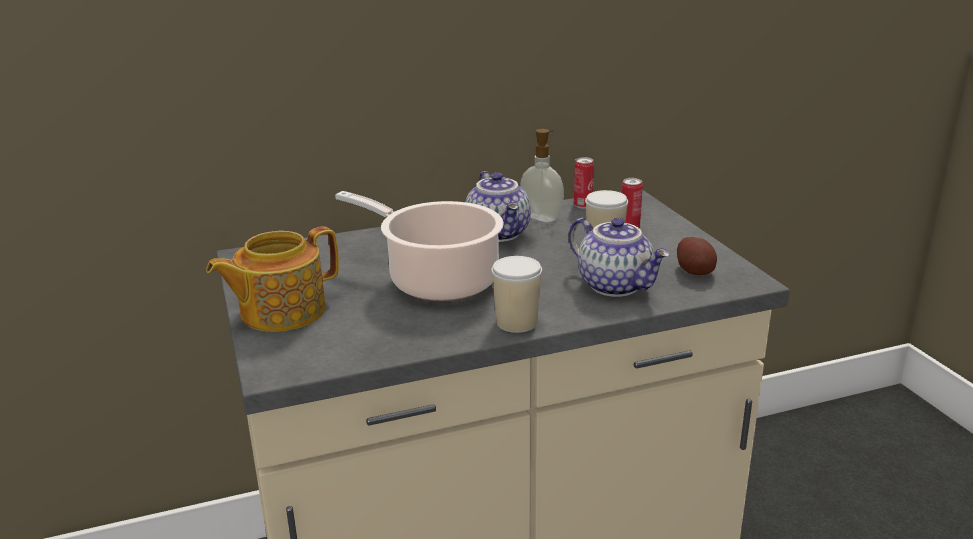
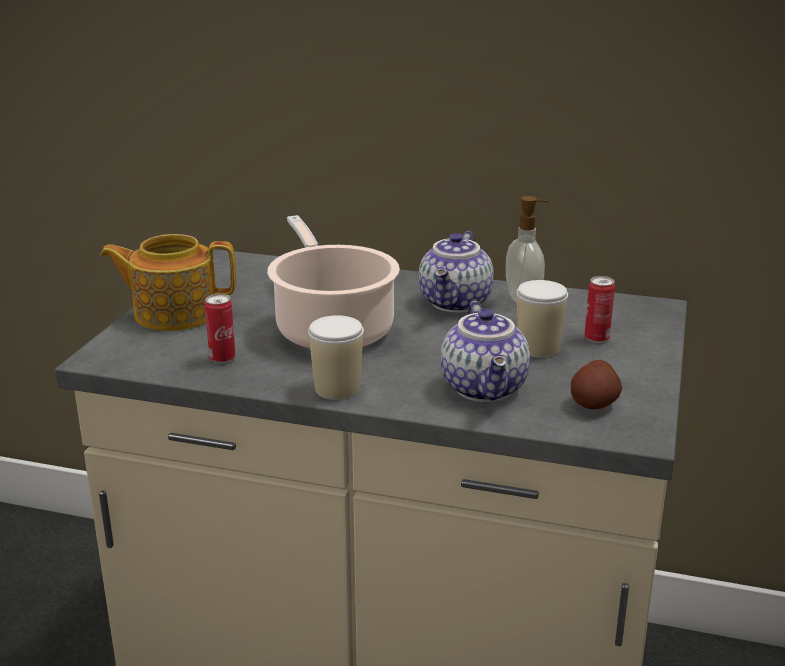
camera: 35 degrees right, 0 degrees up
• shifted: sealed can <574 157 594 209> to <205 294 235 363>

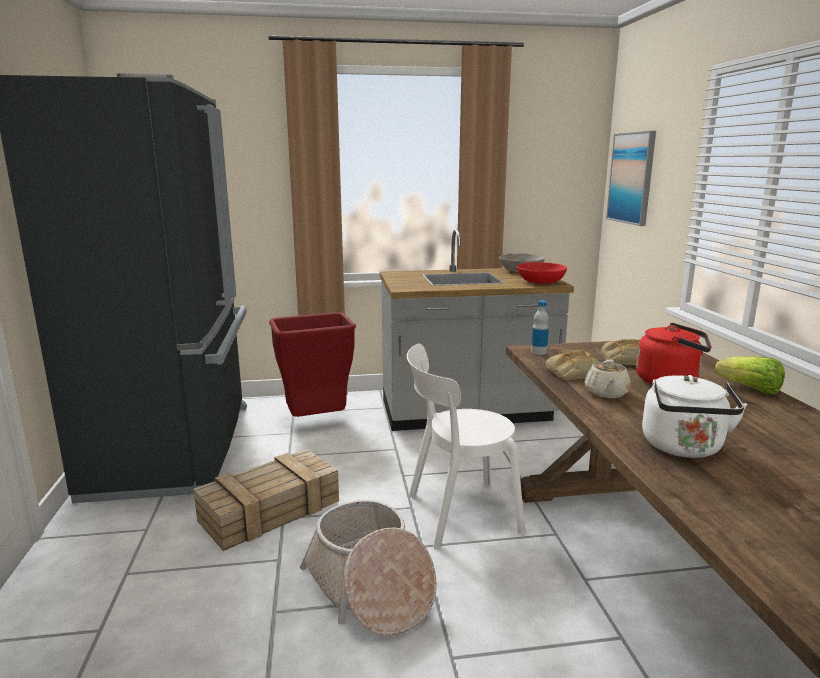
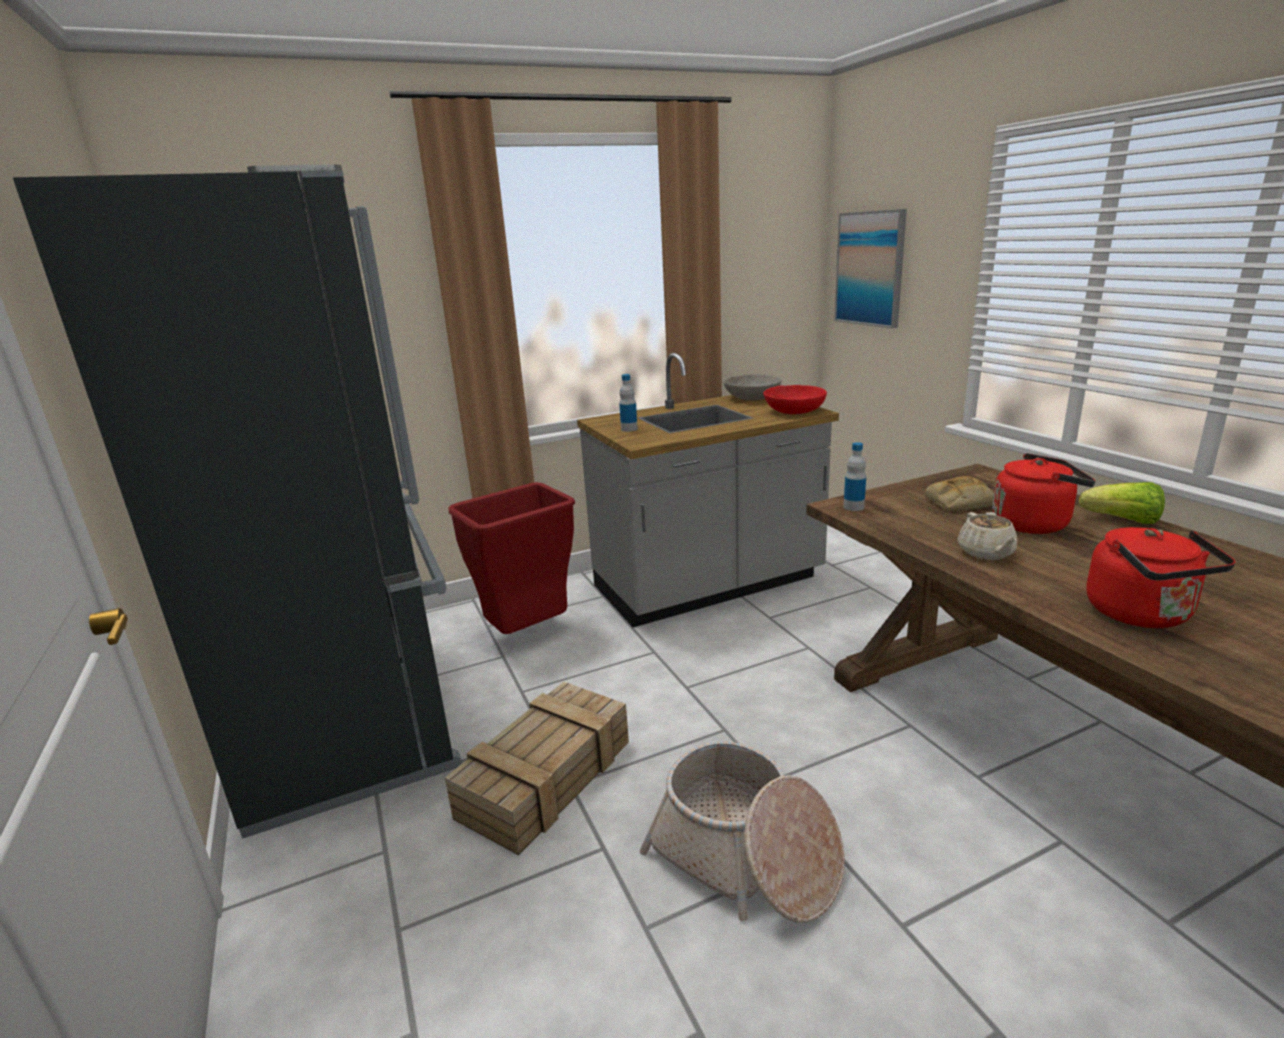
camera: 15 degrees left, 5 degrees up
• gone: whitish upright chair <407 344 525 549>
• gone: baked bread <546 350 599 380>
• repainted: whitish tea kettle <642 375 747 458> to red tea kettle <1086 527 1236 628>
• new: bottle <619 374 638 432>

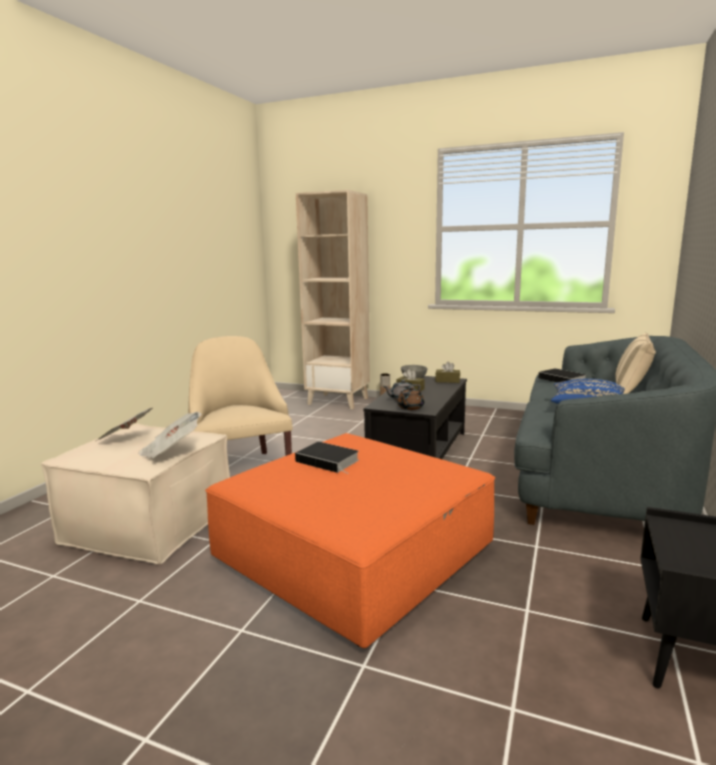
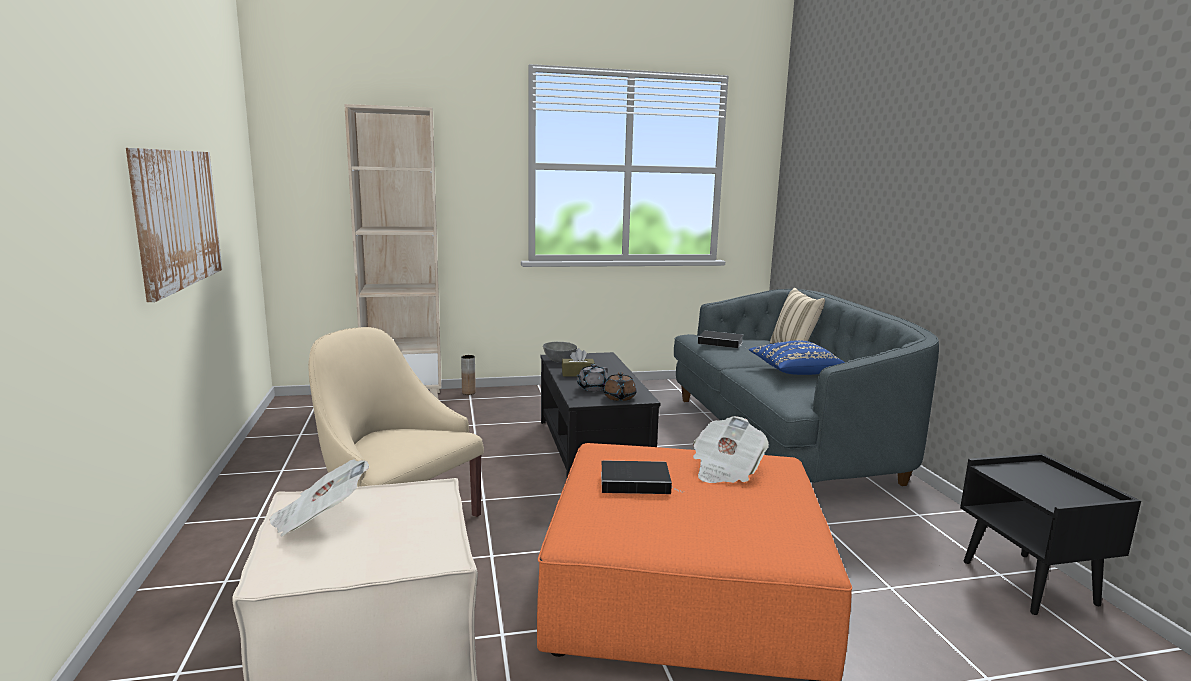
camera: 35 degrees left, 0 degrees up
• gone: brownish tissue box <435 362 460 383>
• shifted: newspaper <138 412 202 459> to <693 416 769 483>
• new: wall art <126 148 222 302>

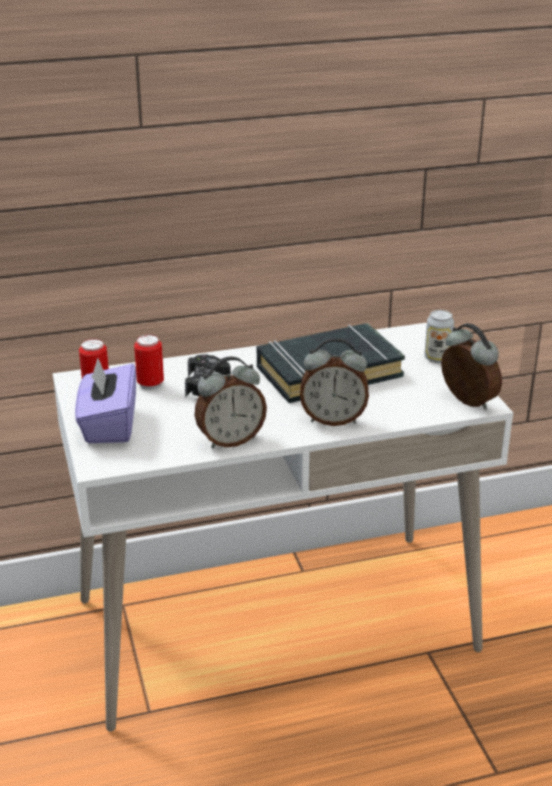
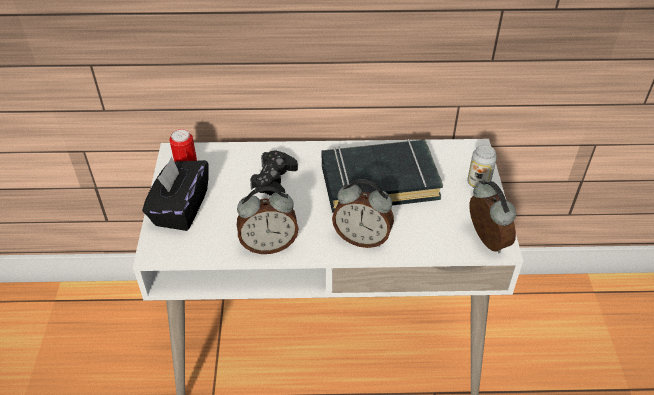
camera: 15 degrees right, 15 degrees up
• gone: sealed can <134 334 164 390>
• repainted: purple-coloured tissue box <75 357 136 443> to black-coloured tissue box <142 157 209 231>

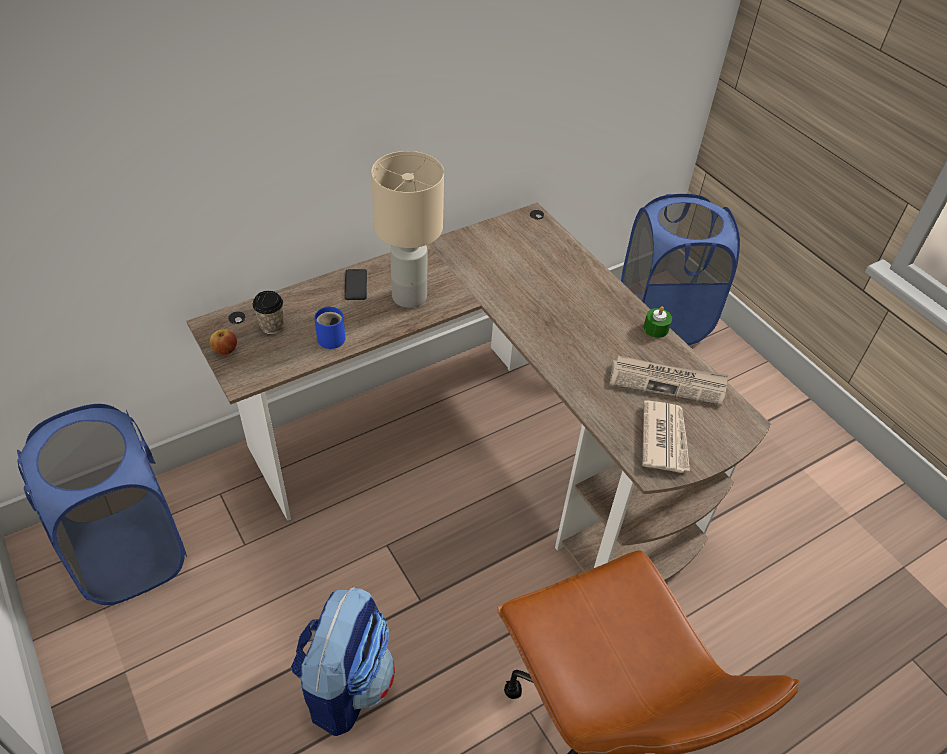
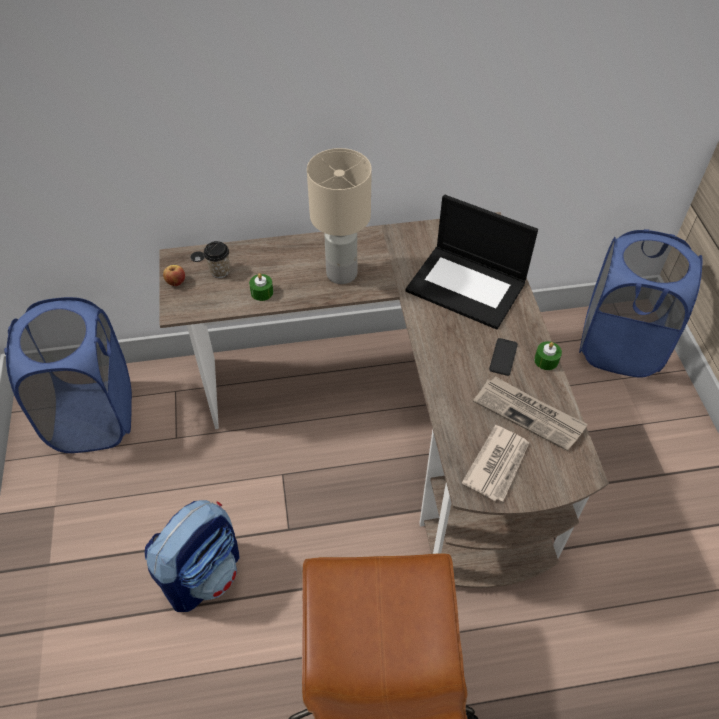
camera: 25 degrees right, 5 degrees up
• shifted: handset <344 269 367 300> to <489 338 518 376>
• swapped: blue coffee mug <314 307 345 349> to green-coloured wax light <249 273 273 301>
• new: notebook computer <406 195 538 330>

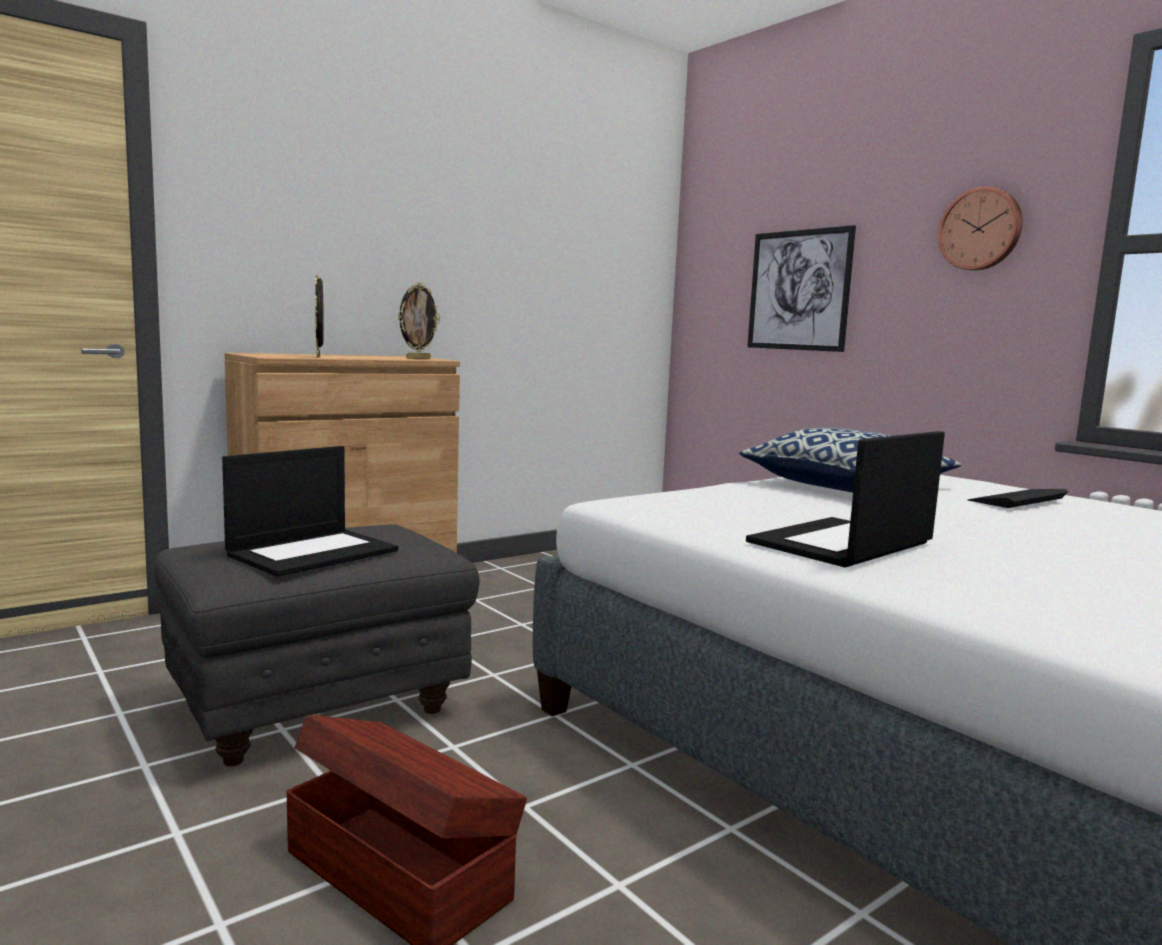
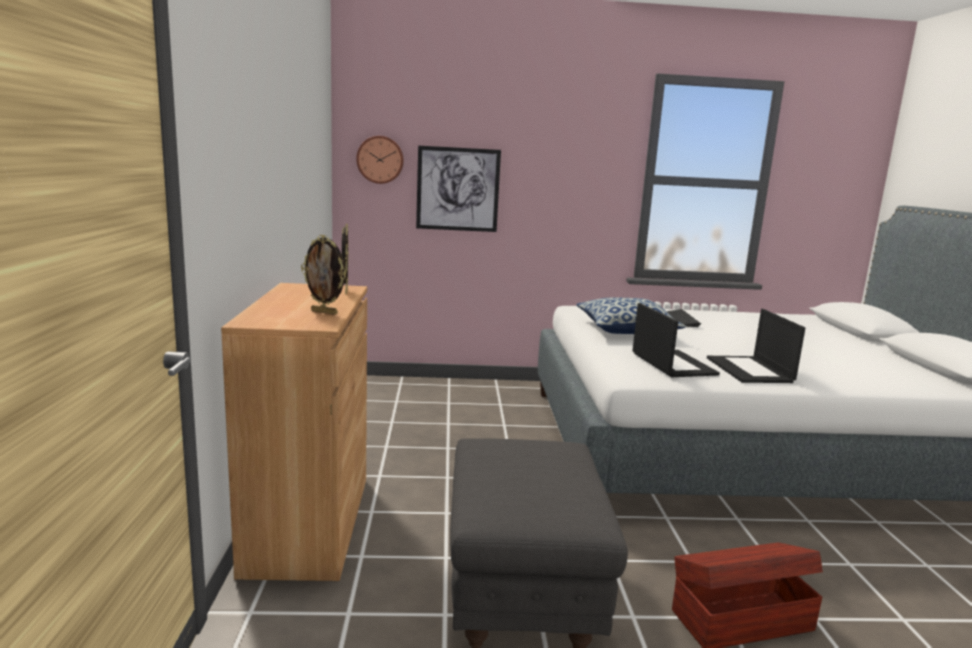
camera: 55 degrees left, 5 degrees up
• shifted: wall clock <938 187 1023 271> to <356 136 404 184>
• shifted: notebook computer <222 446 398 577> to <632 303 720 377>

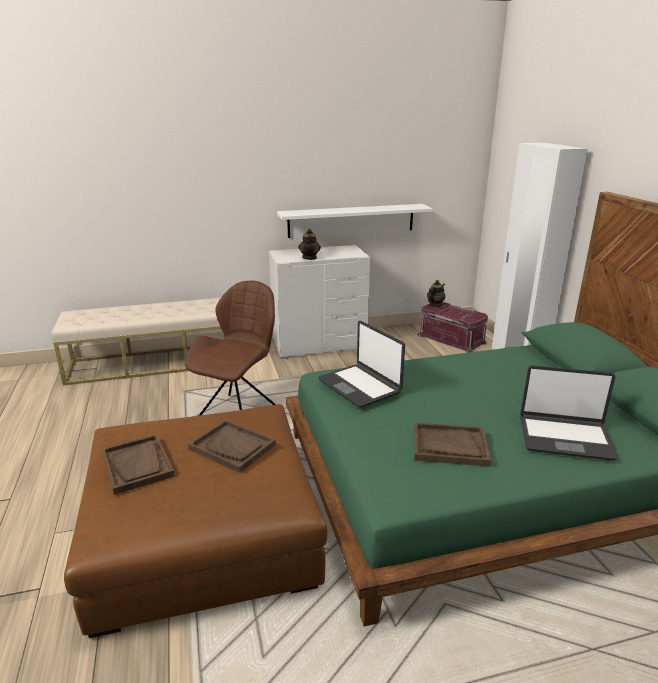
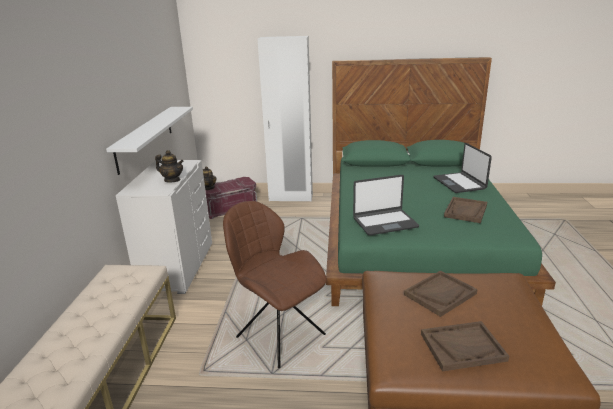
camera: 70 degrees left, 0 degrees up
• rotated: notebook computer <520 366 618 461> = <433 143 492 193> 135 degrees clockwise

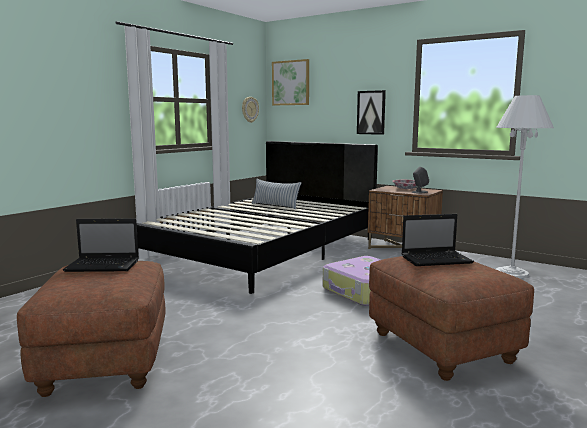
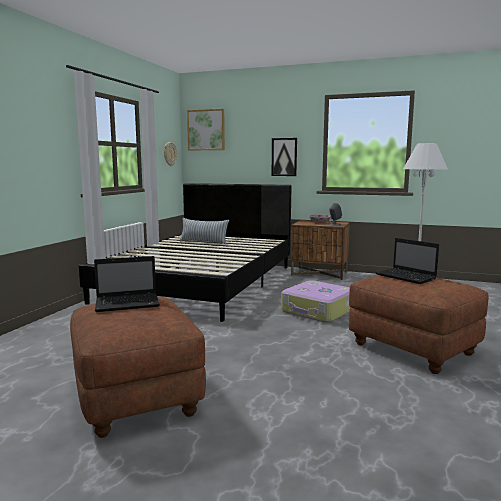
camera: 15 degrees left, 0 degrees up
• rotated: notebook computer <401 214 474 266> = <376 238 439 284> 75 degrees clockwise

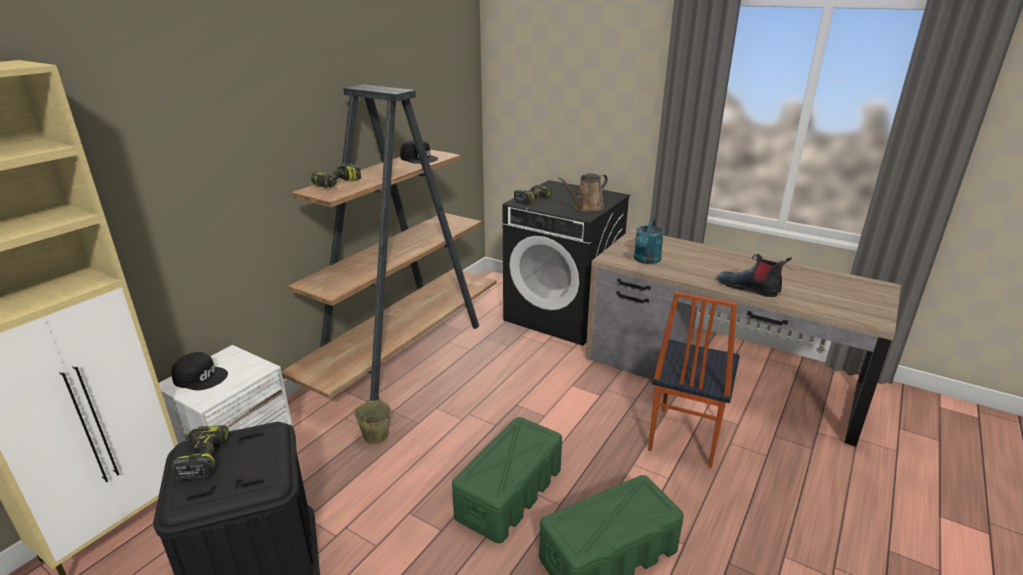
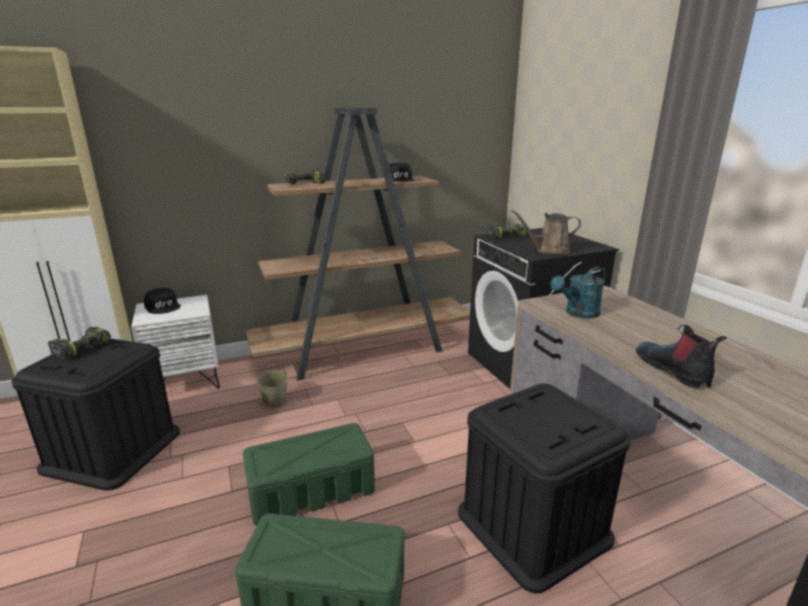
camera: 35 degrees right, 5 degrees down
• swapped: upright chair <648 292 740 468> to black-coloured storage container <458 383 631 594>

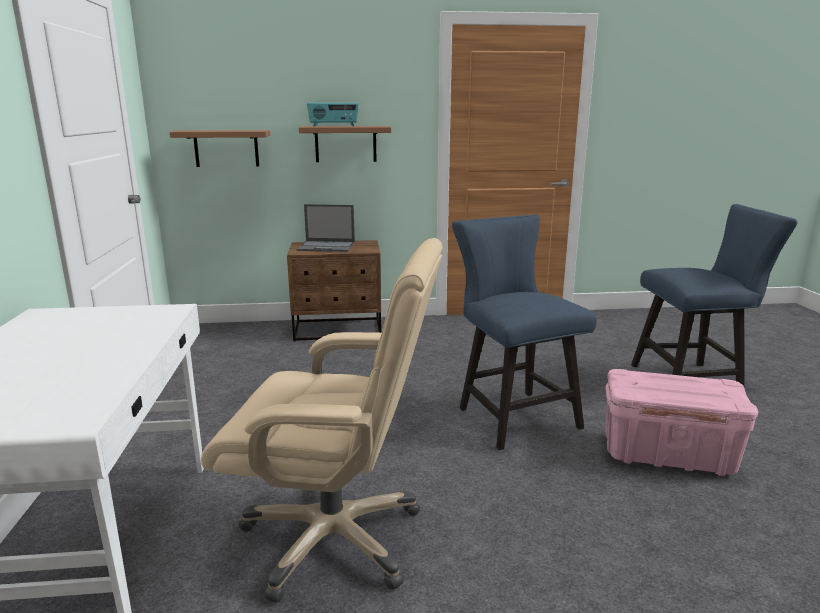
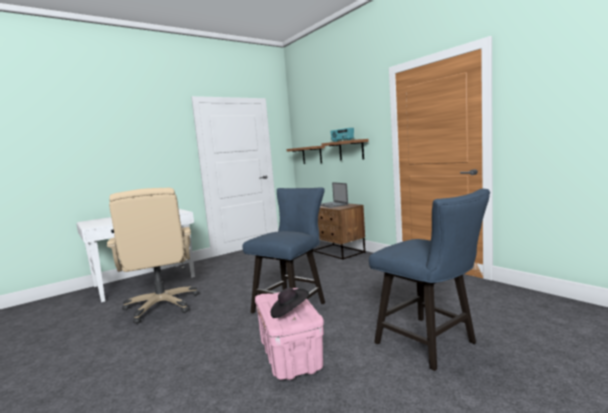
camera: 60 degrees right, 10 degrees down
• new: black-coloured wearable hat <271 288 309 318>

